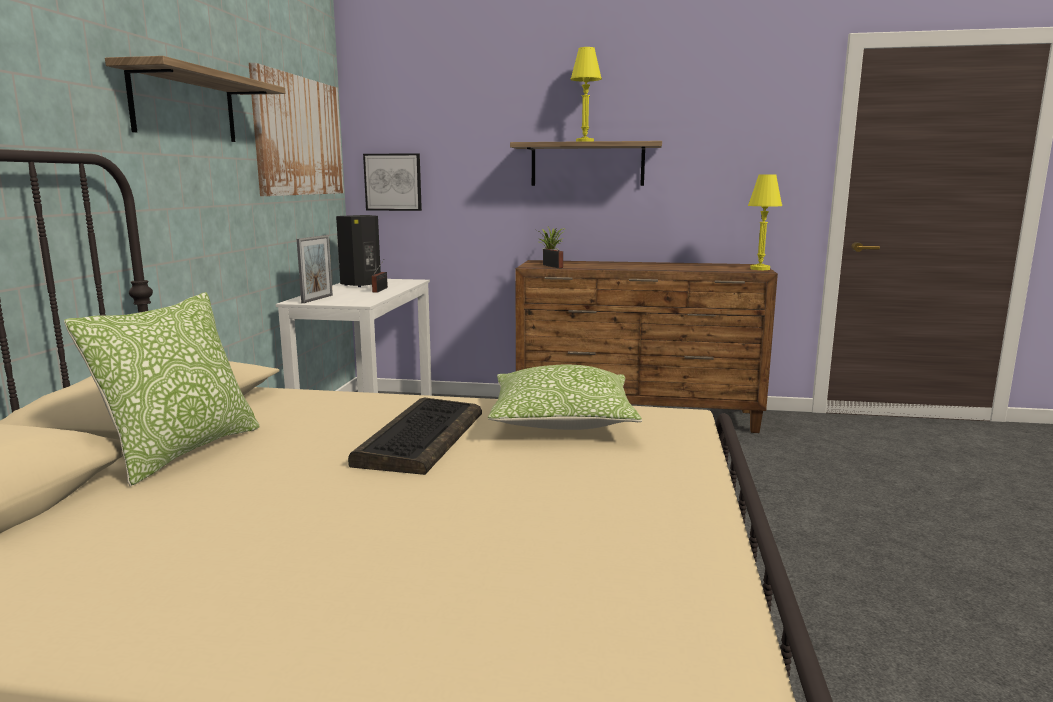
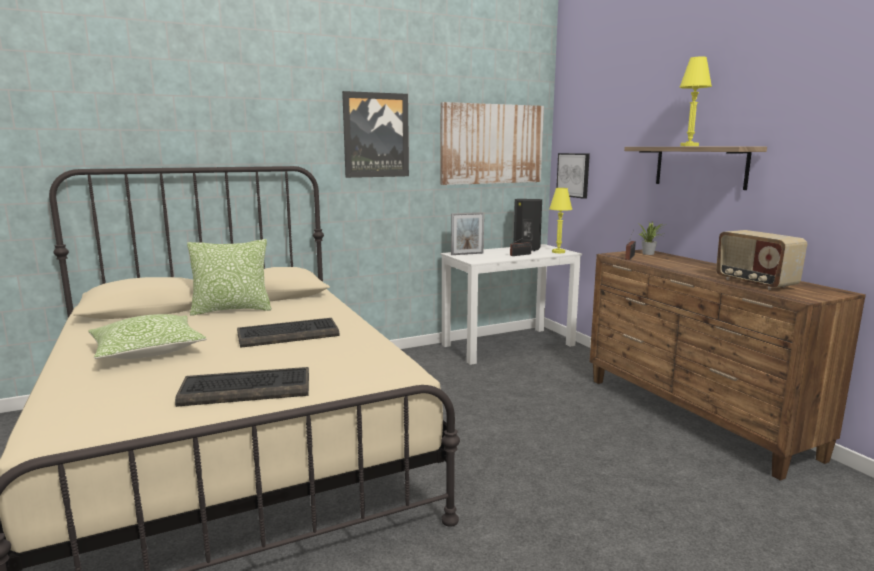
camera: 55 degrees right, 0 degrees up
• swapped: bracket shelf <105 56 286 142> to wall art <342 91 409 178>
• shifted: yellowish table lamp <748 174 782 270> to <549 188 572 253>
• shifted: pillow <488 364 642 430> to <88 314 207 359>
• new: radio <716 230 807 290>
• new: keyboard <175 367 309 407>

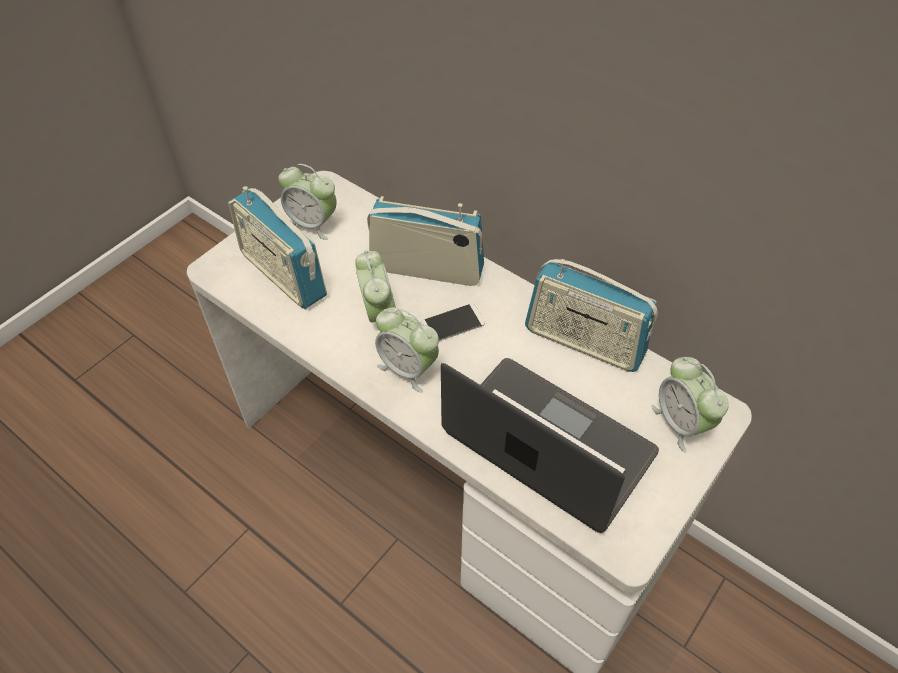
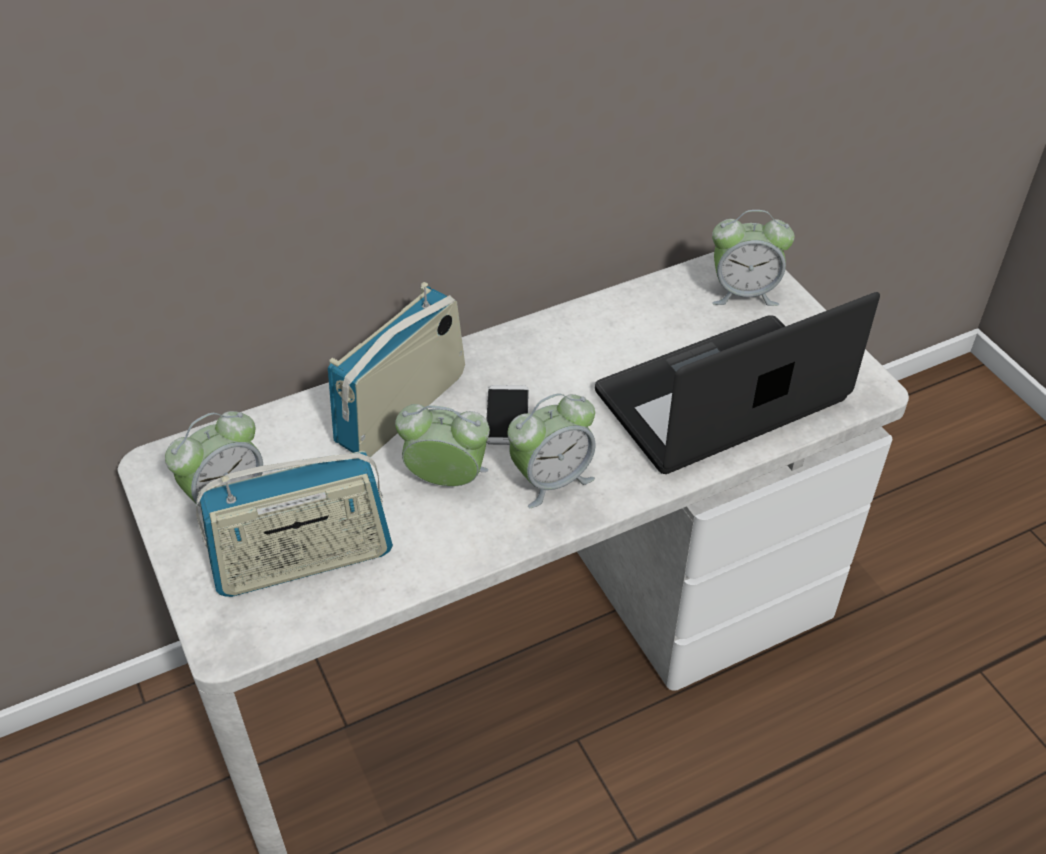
camera: 65 degrees left, 5 degrees down
• gone: radio <525 259 658 372>

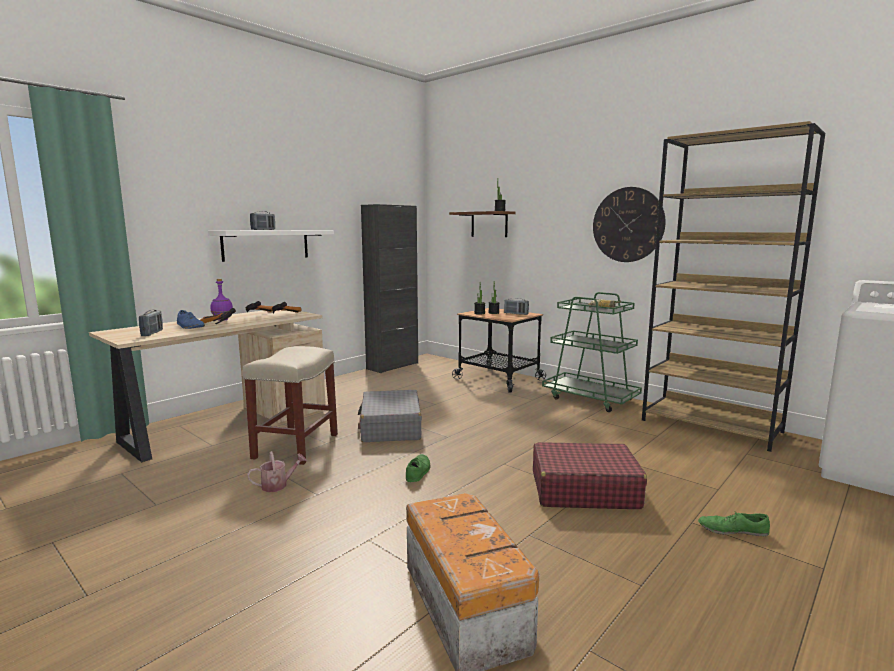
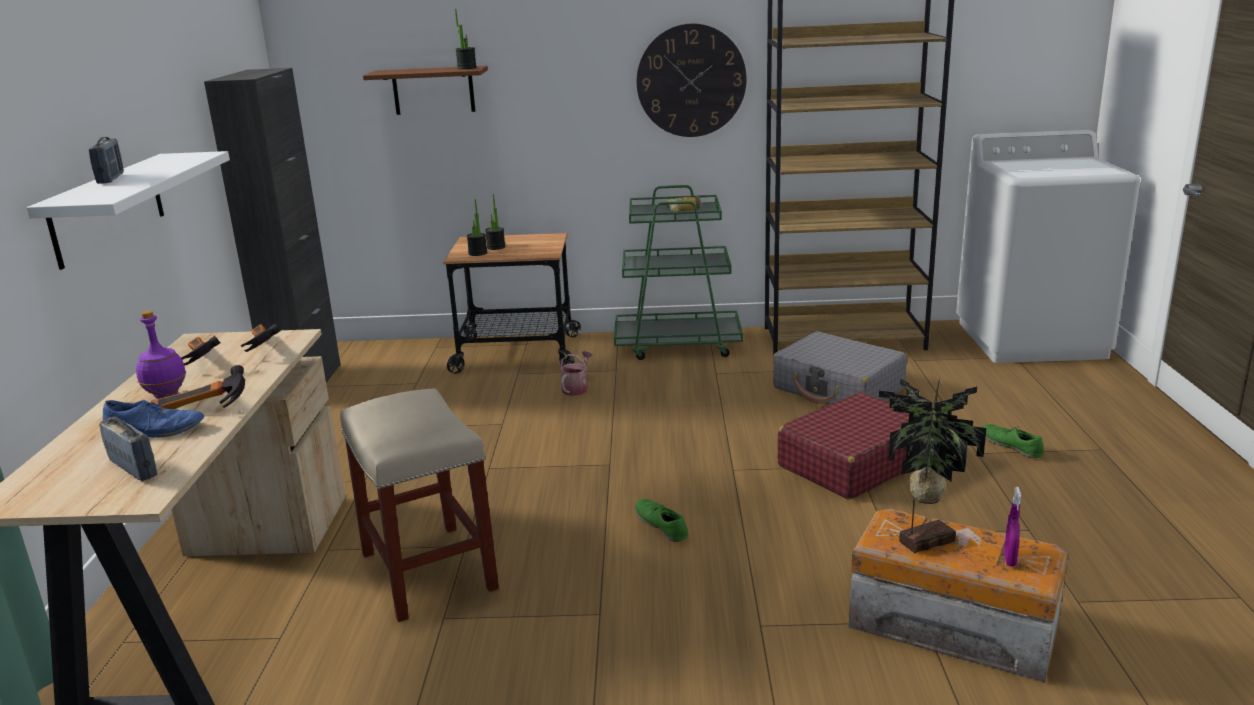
camera: 40 degrees left, 10 degrees up
• gone: radio <504 298 529 315>
• shifted: greyish piece of luggage <358 390 422 442> to <772 331 907 405>
• shifted: watering pot <247 451 306 492> to <560 351 592 396>
• rotated: green-coloured item of footwear <698 512 770 536> = <982 424 1044 458> 90 degrees clockwise
• new: potted plant <879 378 986 553>
• new: purple-coloured sprayer <1004 487 1021 567>

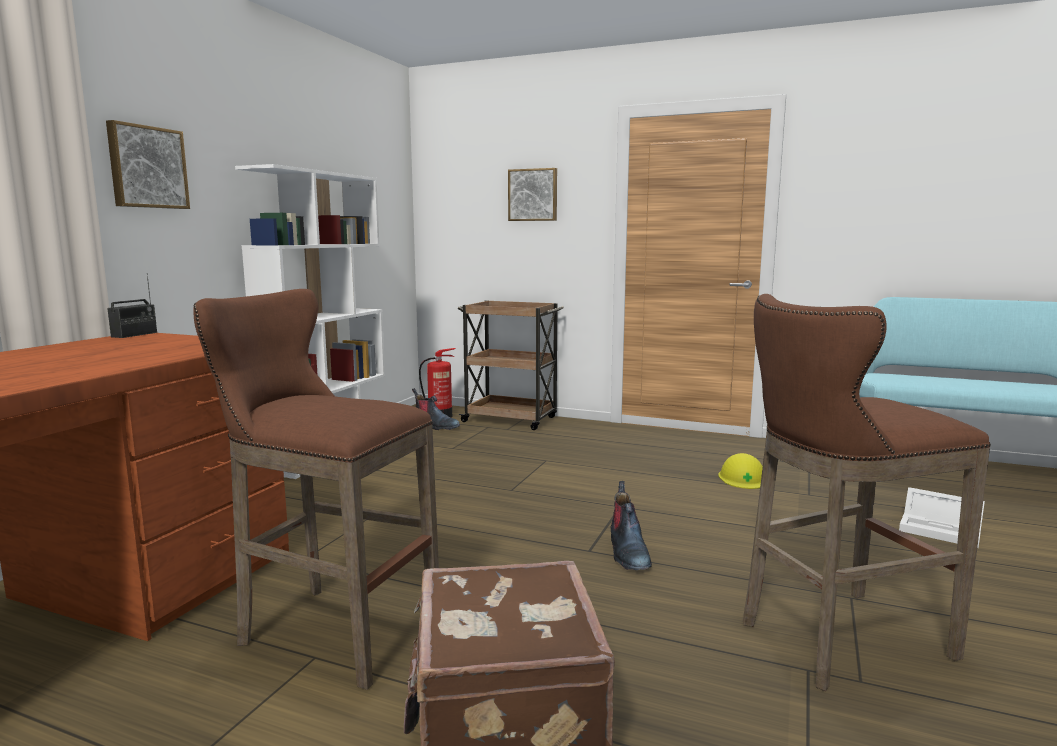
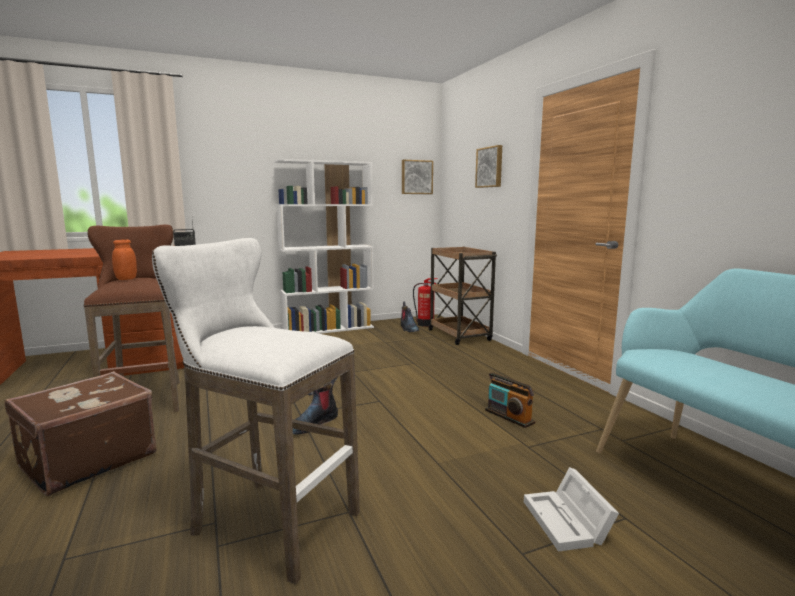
camera: 45 degrees right, 0 degrees up
• shifted: wall art <106 120 190 209> to <402 160 433 194>
• repainted: brownish sitting stool <743 294 991 691> to whitish sitting stool <152 238 360 585>
• swapped: yellowish work helmet <718 453 763 489> to radio <485 372 535 428>
• new: orange preserve jar <112 239 137 280>

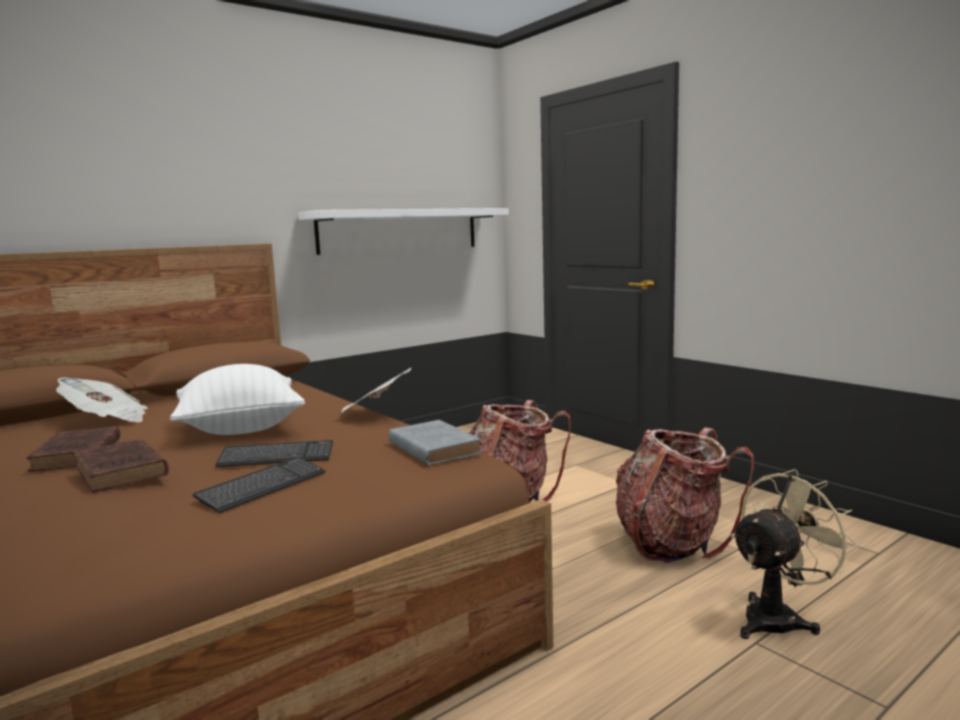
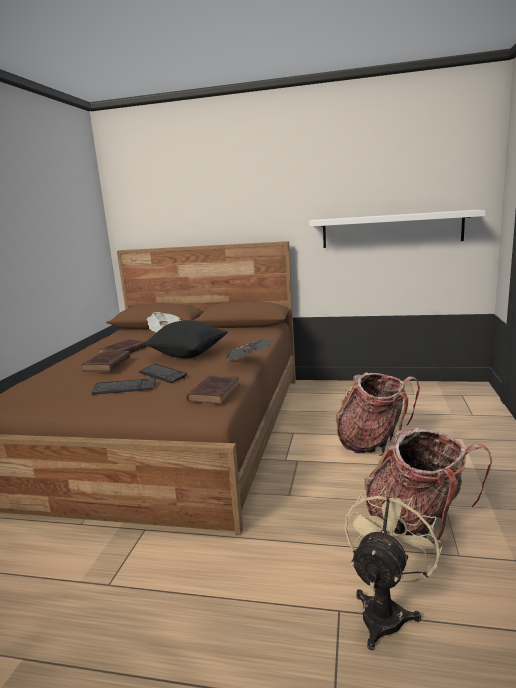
camera: 50 degrees right, 5 degrees up
• repainted: whitish pillow <170 364 305 435> to black-coloured pillow <143 320 227 358>
• repainted: greyish bound book <389 420 483 465> to brownish bound book <186 375 240 404>
• rotated: beige-coloured fan <731 469 859 639> = <345 487 443 650> 75 degrees counterclockwise

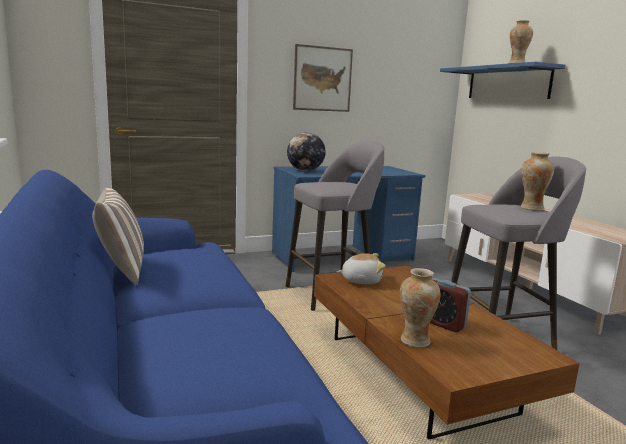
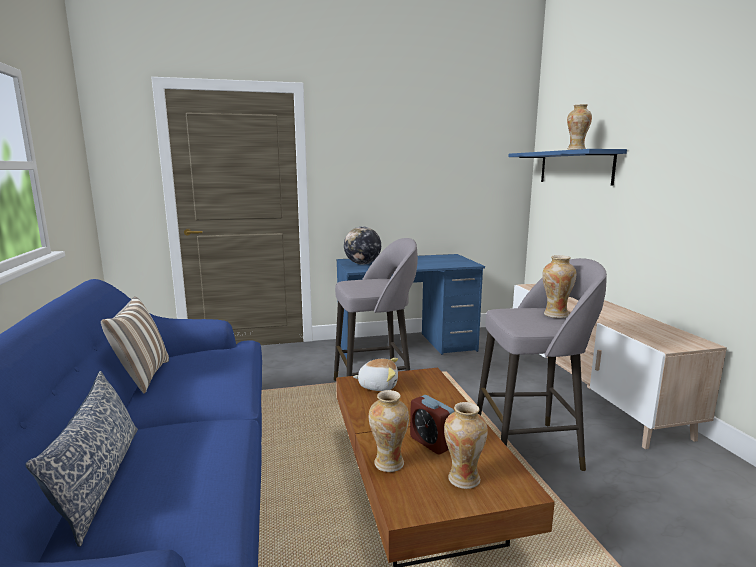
camera: 10 degrees right, 0 degrees up
• gone: wall art <293 44 353 112>
• new: pillow <25 371 138 547>
• new: flower vase <444 402 488 489>

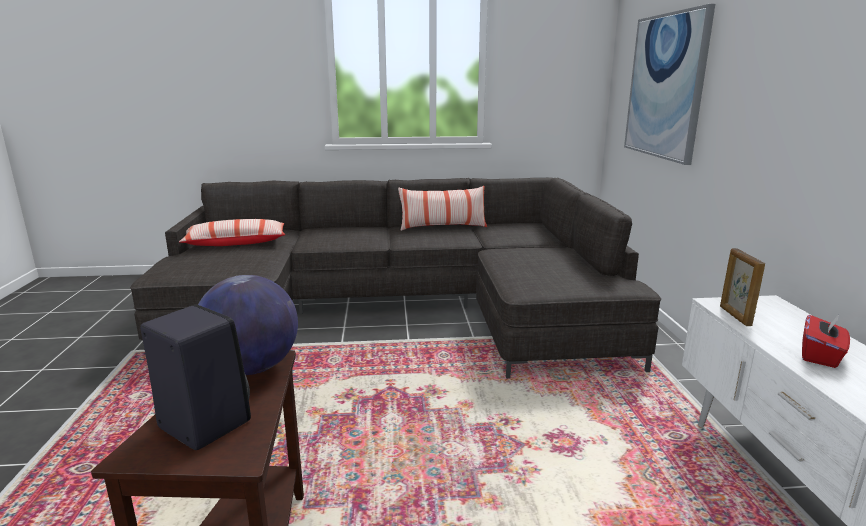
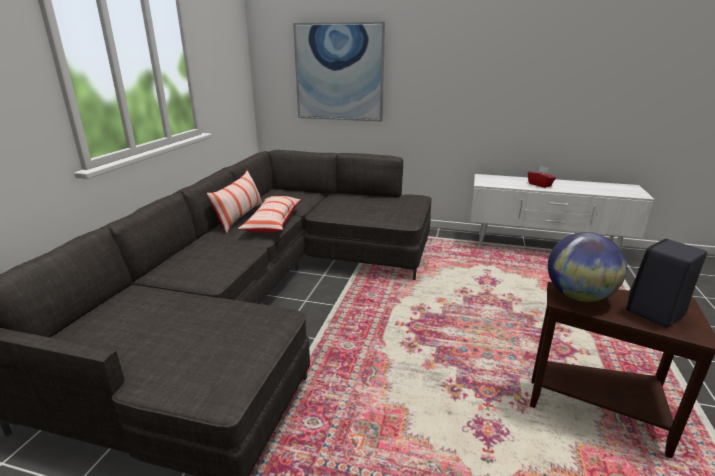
camera: 70 degrees left, 5 degrees up
• shifted: pillow <179 219 285 246> to <238 196 301 233>
• gone: picture frame <720 248 765 326>

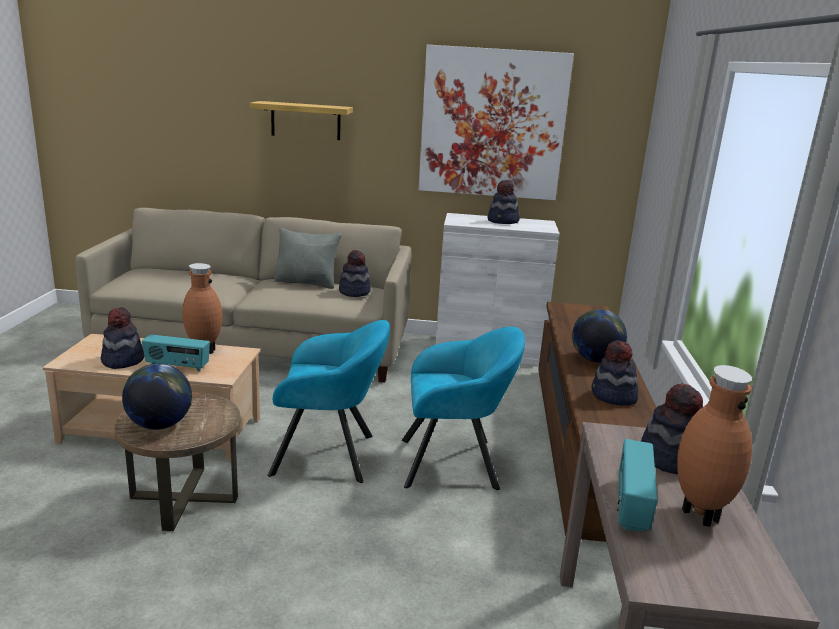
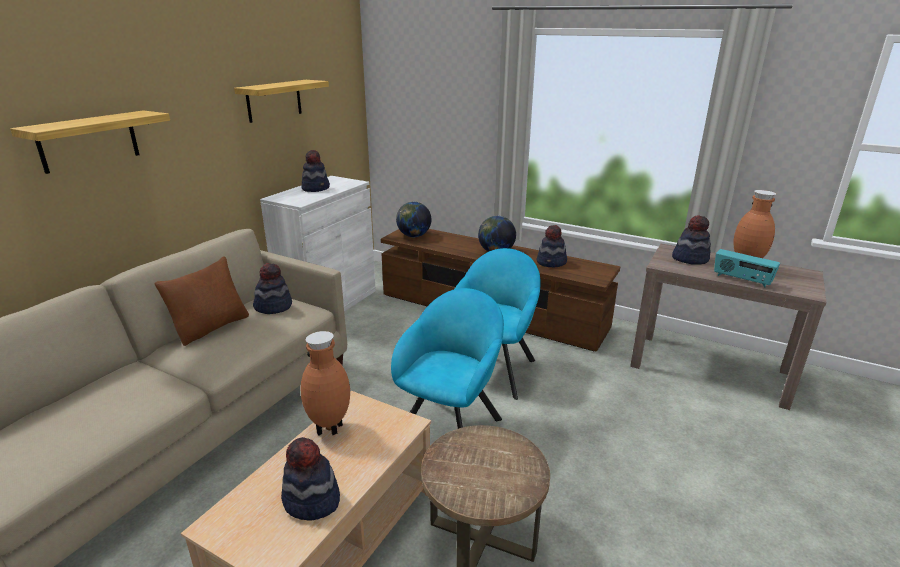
camera: 65 degrees left, 5 degrees up
• swapped: wall art <418 45 574 200> to bracket shelf <234 80 329 123>
• repainted: greyish pillow <274 227 342 289> to brownish pillow <155 256 249 346>
• gone: radio <142 334 210 371>
• shifted: globe <122 363 192 430> to <396 201 431 237>

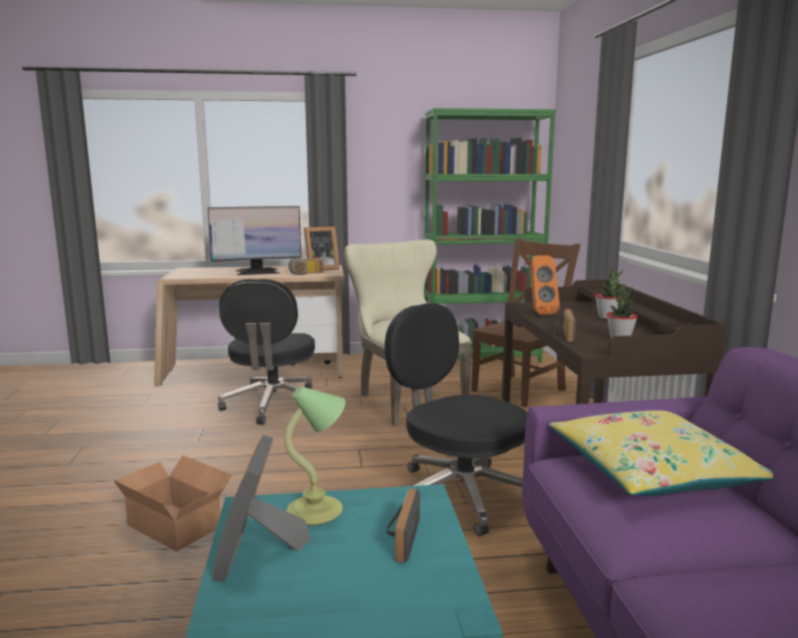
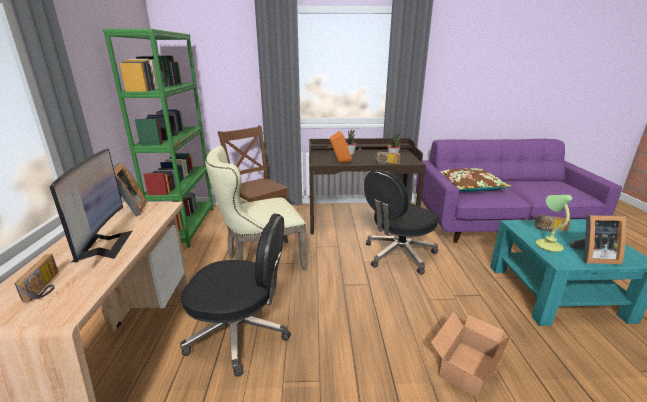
camera: 85 degrees left, 10 degrees up
• shifted: radio <288 258 323 275> to <15 254 59 303>
• repainted: yellowish pillow <549 410 773 496> to brownish pillow <440 168 511 192>

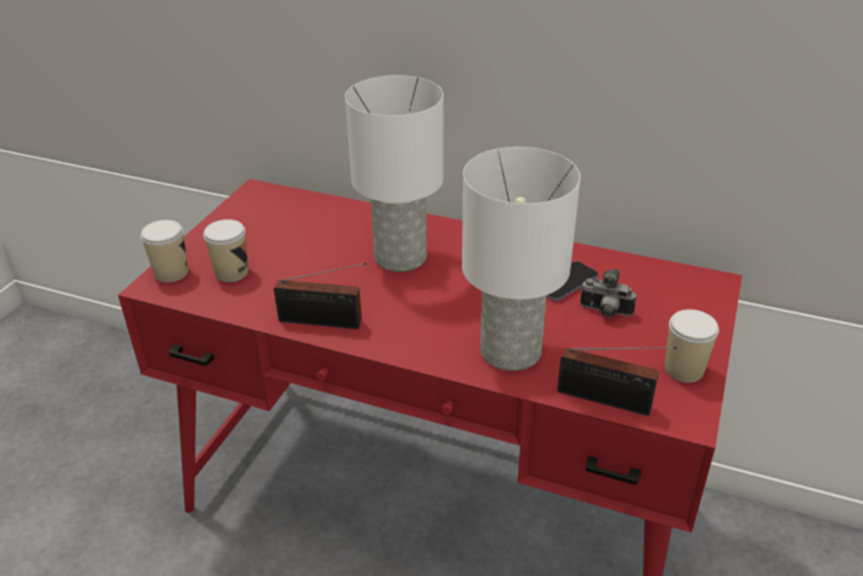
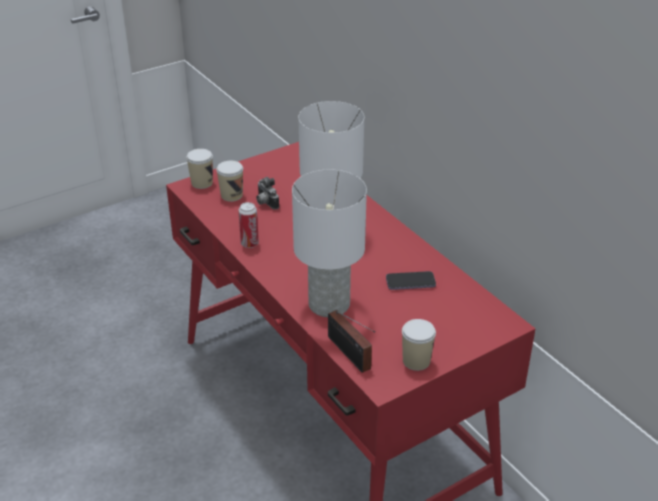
camera: 35 degrees right, 0 degrees up
• swapped: radio <274 263 367 329> to sealed can <238 202 259 248>
• shifted: still camera <580 269 636 317> to <256 177 279 210>

